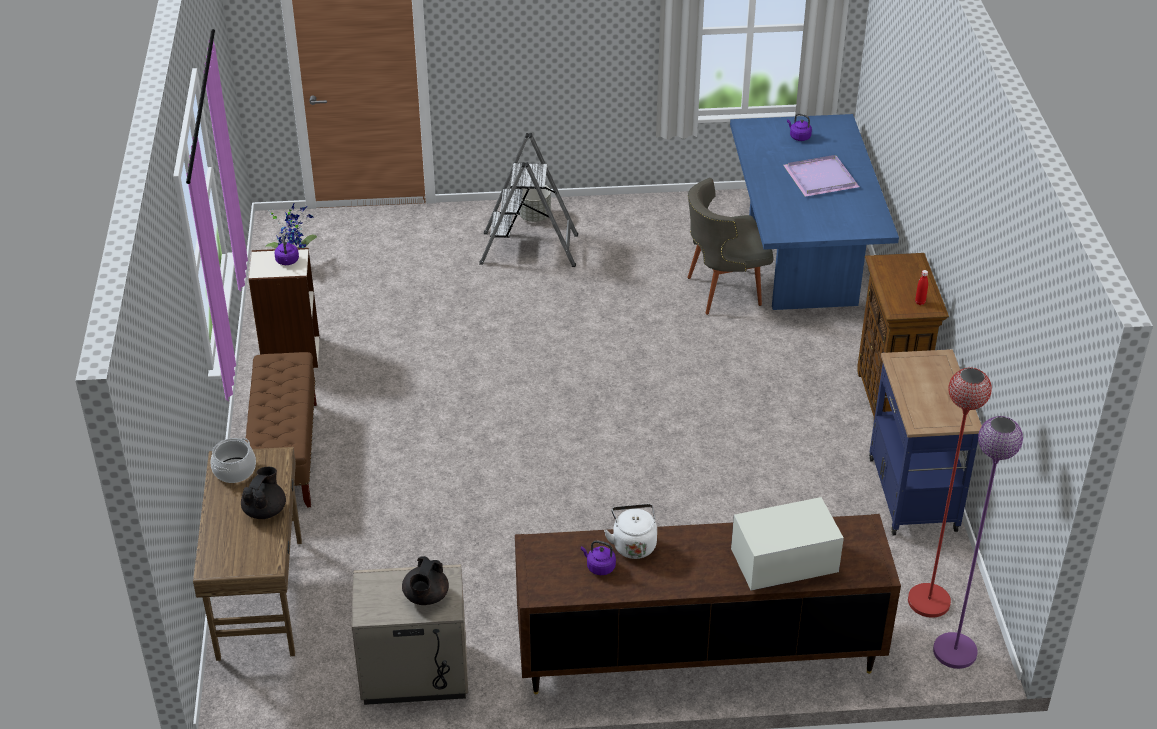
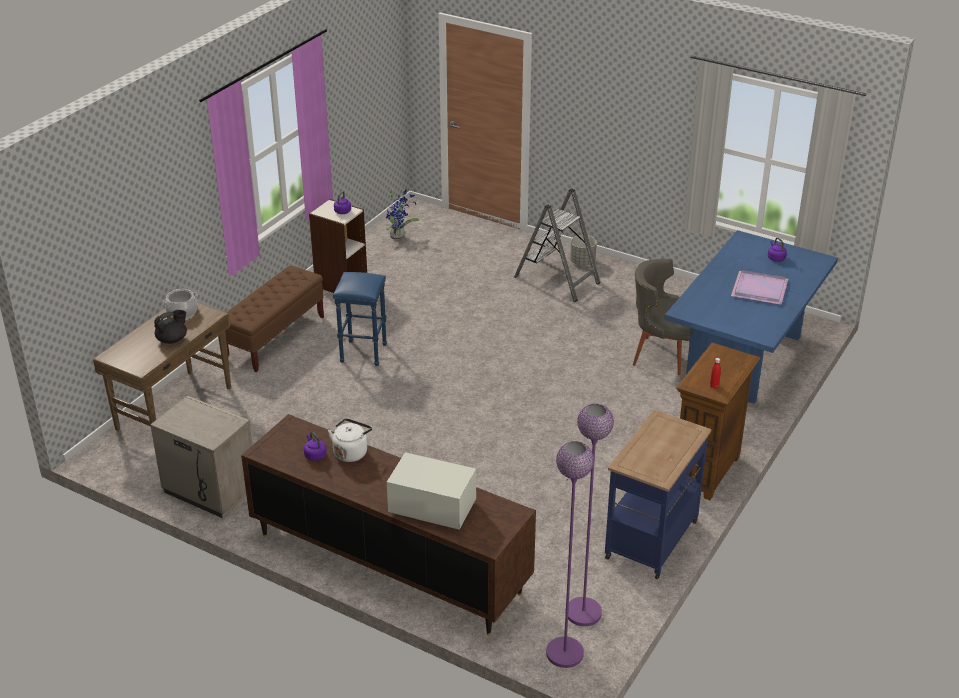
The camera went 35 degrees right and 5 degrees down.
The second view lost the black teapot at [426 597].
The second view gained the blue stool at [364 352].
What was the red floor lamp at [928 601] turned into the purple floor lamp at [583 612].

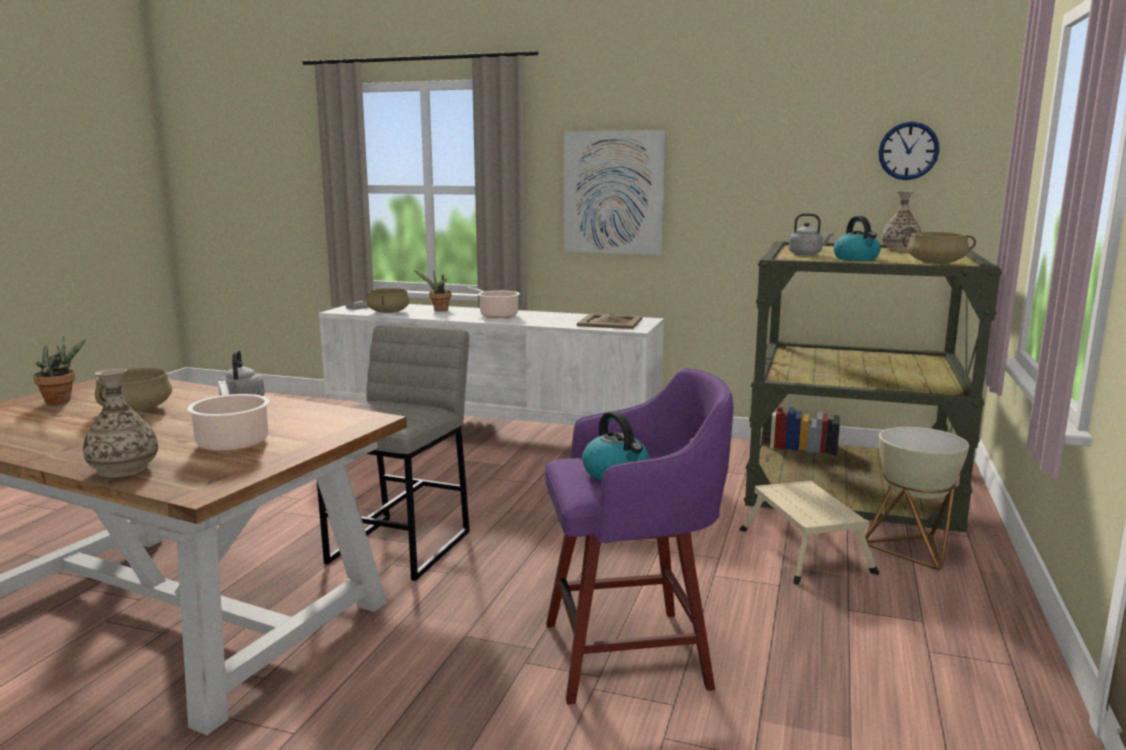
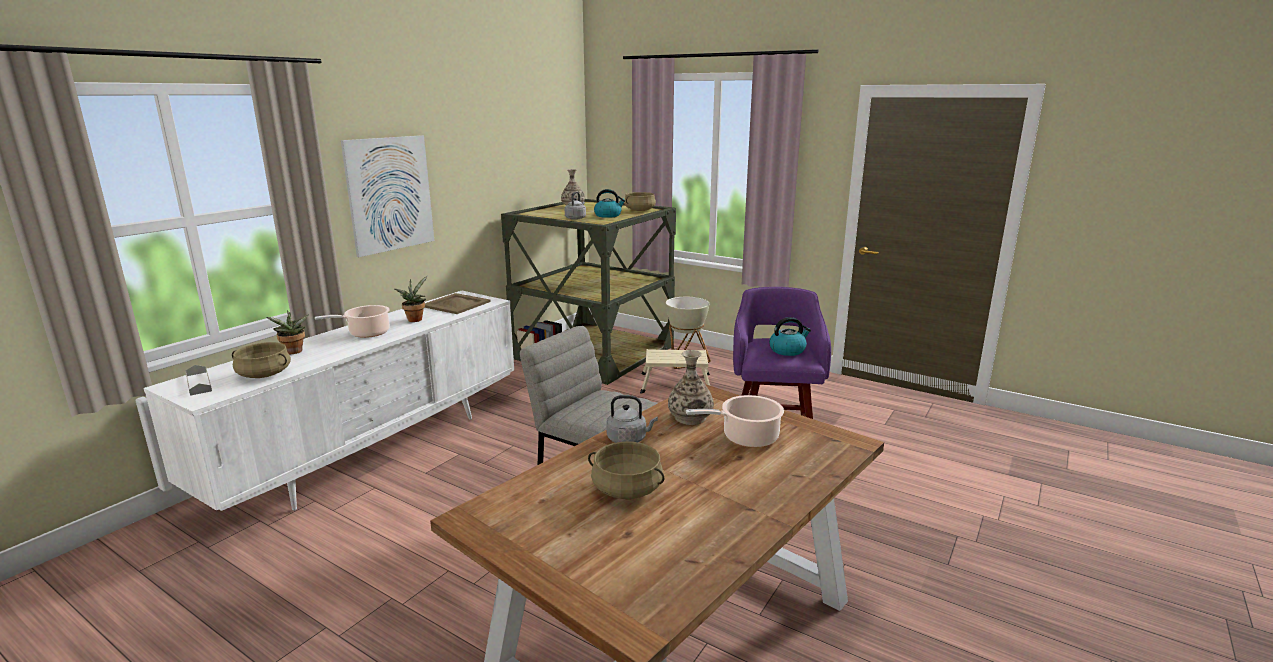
The camera went 75 degrees left and 5 degrees up.
The second view lost the wall clock at [908 151].
The potted plant ended up elsewhere, having gone from [62 401] to [415 319].
The vase ended up elsewhere, having gone from [123 469] to [690 417].

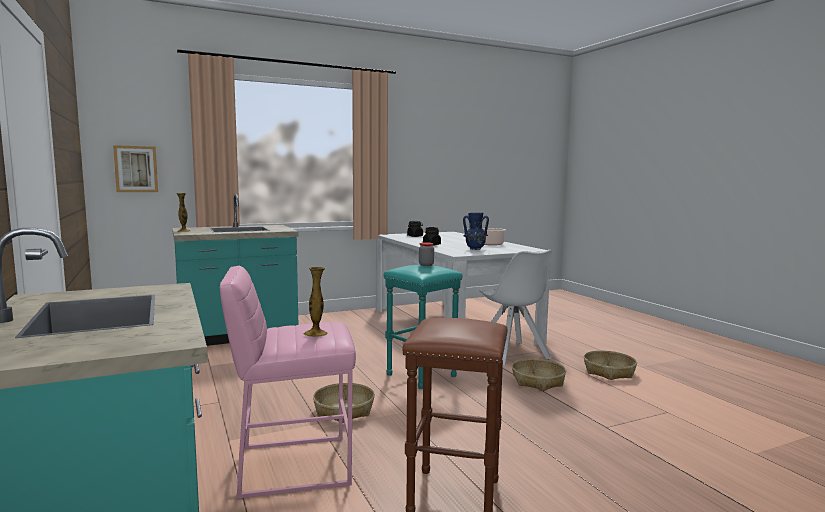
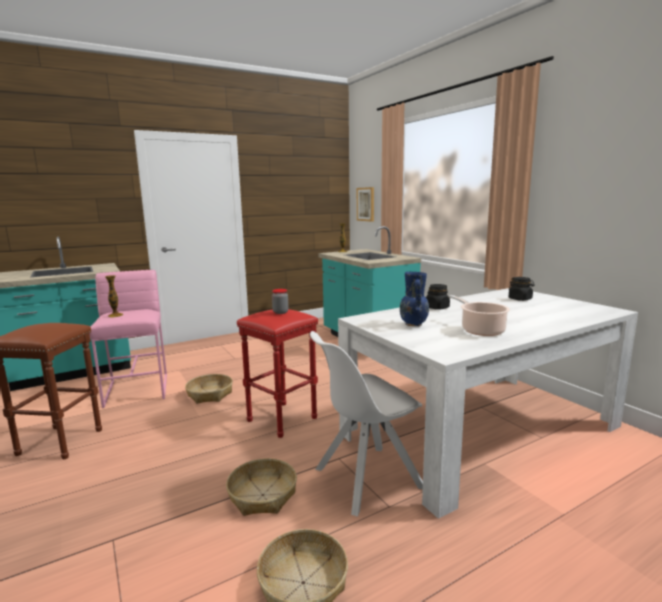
The camera went 85 degrees right and 5 degrees up.
What was the turquoise stool at [421 374] turned into the red stool at [283 419].

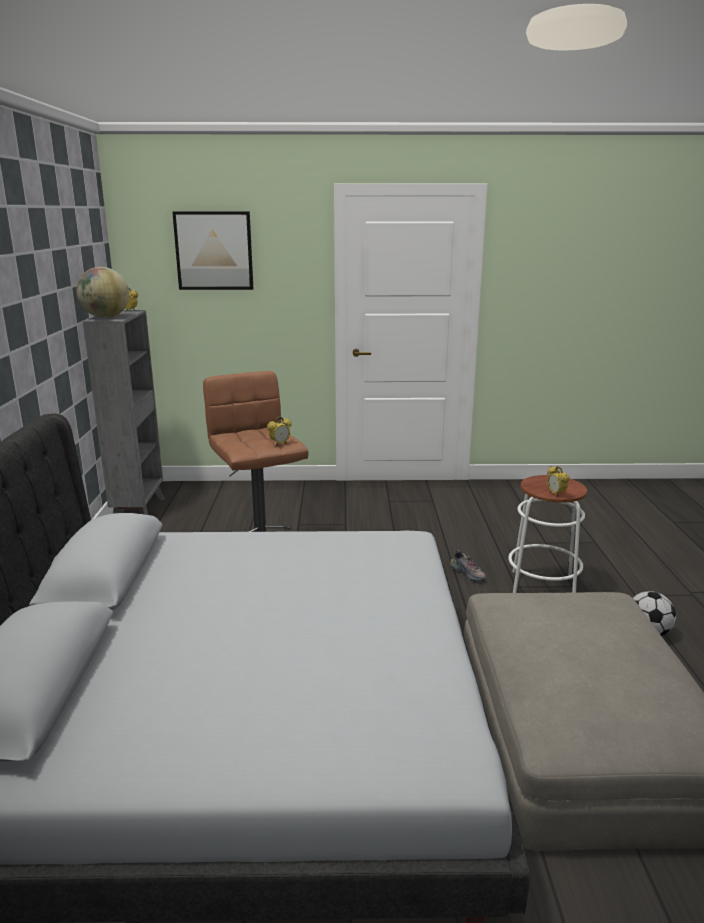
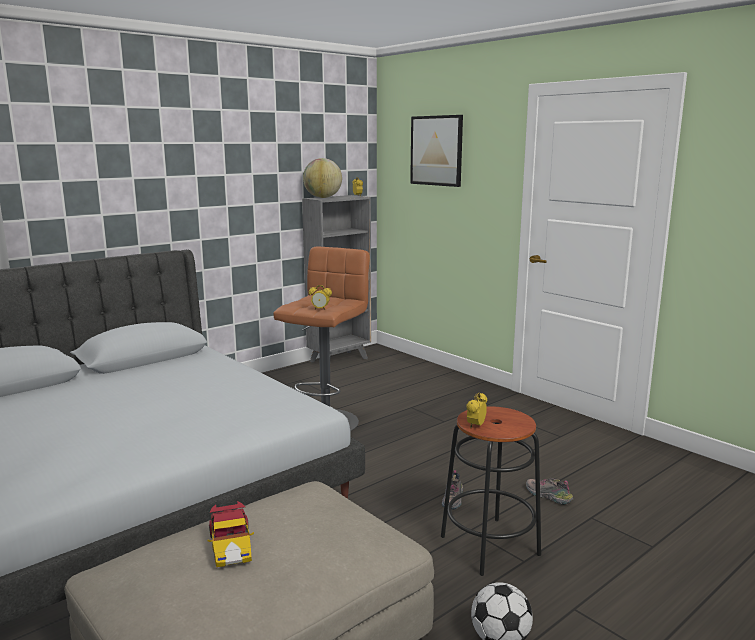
The camera went 50 degrees right and 5 degrees down.
The second view gained the toy car at [231 546].
The second view gained the shoe at [547 496].
What was the white stool at [542 588] turned into the black stool at [489 545].

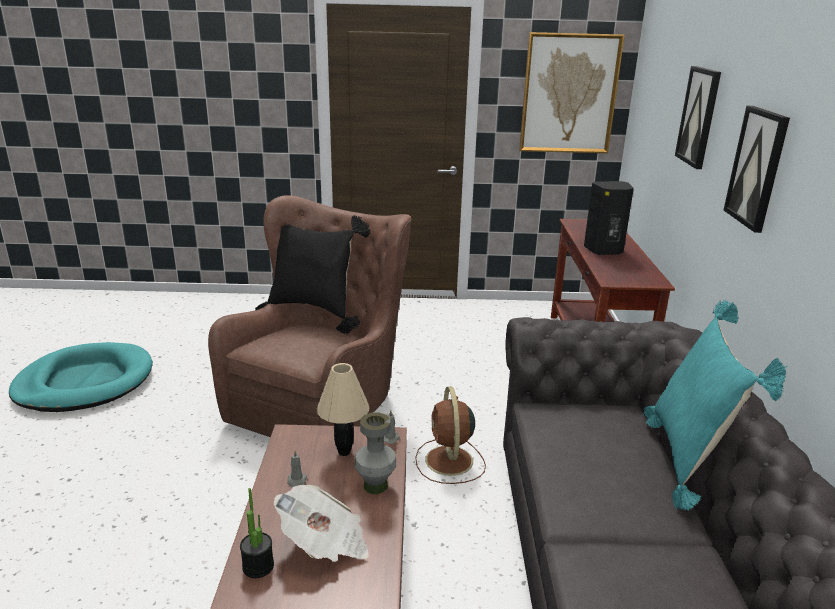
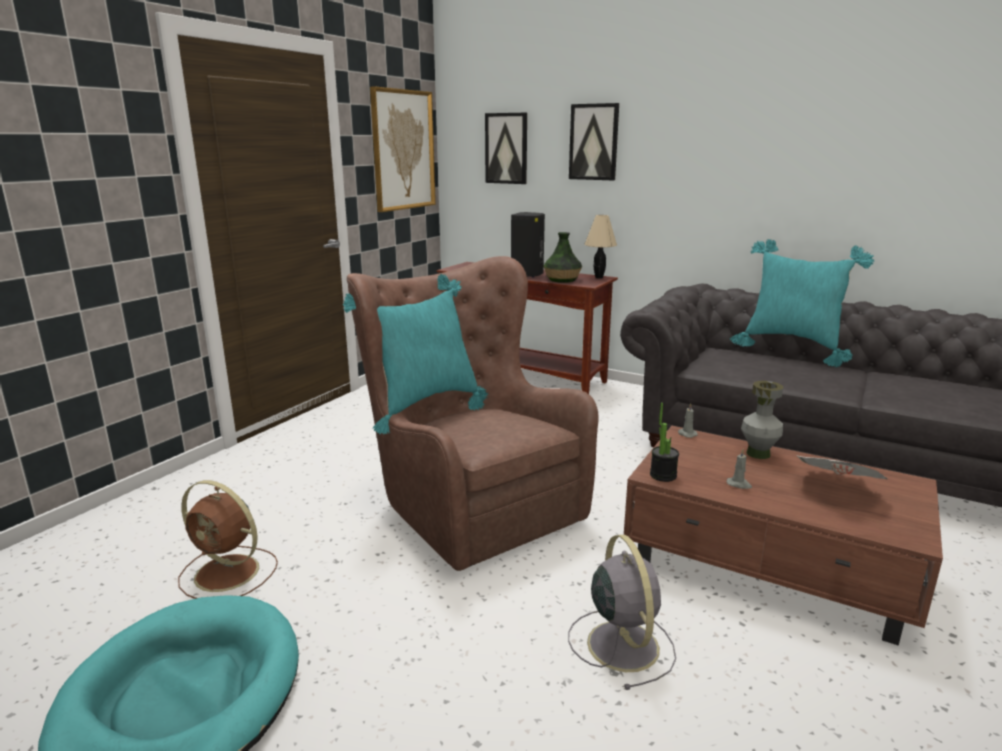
The camera went 60 degrees left and 5 degrees down.
The second view gained the vase at [561 280].
The second view gained the grey fan at [621 643].
The potted plant ended up elsewhere, having gone from [258 566] to [663 475].
The beige table lamp ended up elsewhere, having gone from [344 452] to [599 277].
The brown fan ended up elsewhere, having gone from [449 462] to [229 573].
The picture ended up elsewhere, having gone from [757 168] to [506 148].
What was the black pillow at [314 319] turned into the turquoise pillow at [422 416].

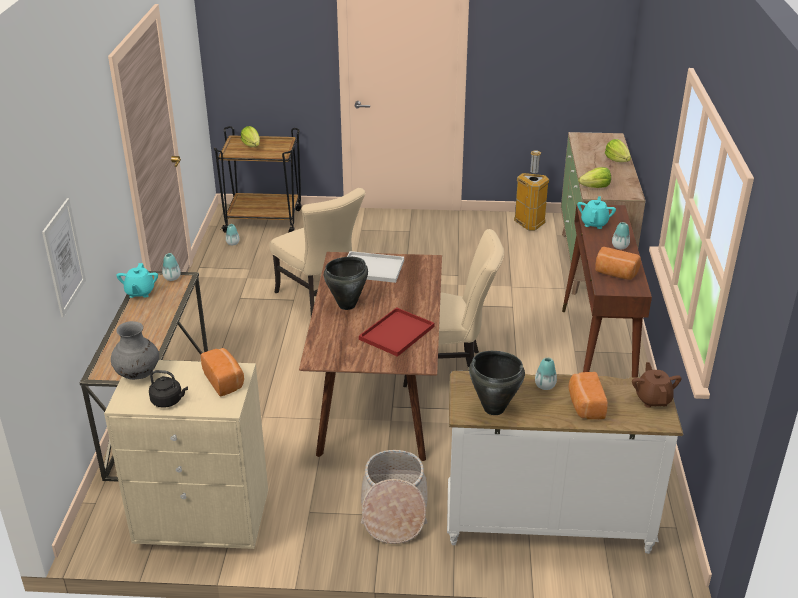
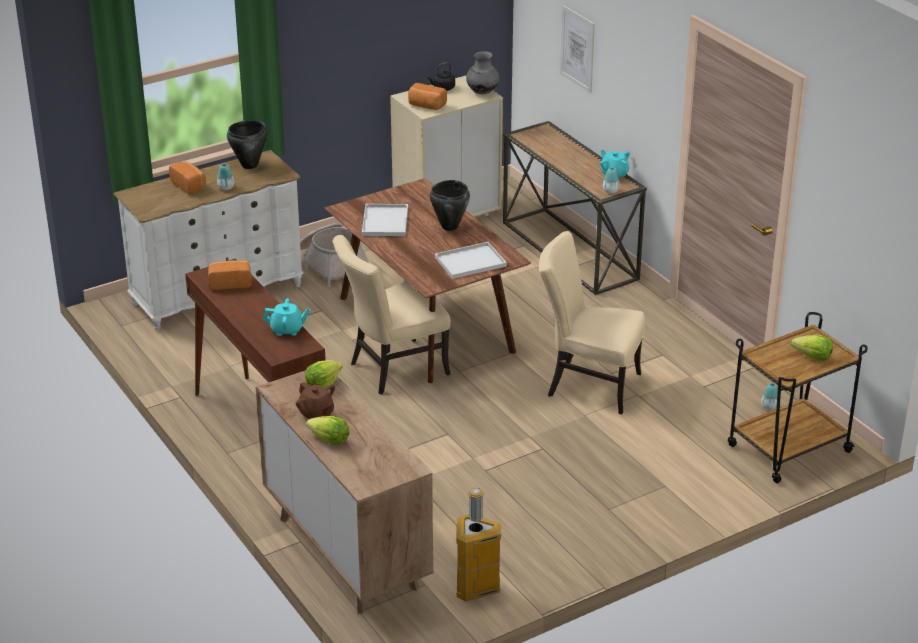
The camera went 145 degrees right and 0 degrees up.
The second view lost the vase at [620 246].
The brown teapot ended up elsewhere, having gone from [653 399] to [316 414].
What was the red tray at [396 334] turned into the white tray at [384 221].
The turquoise teapot at [594 223] ended up facing another way, 75 degrees counterclockwise from before.

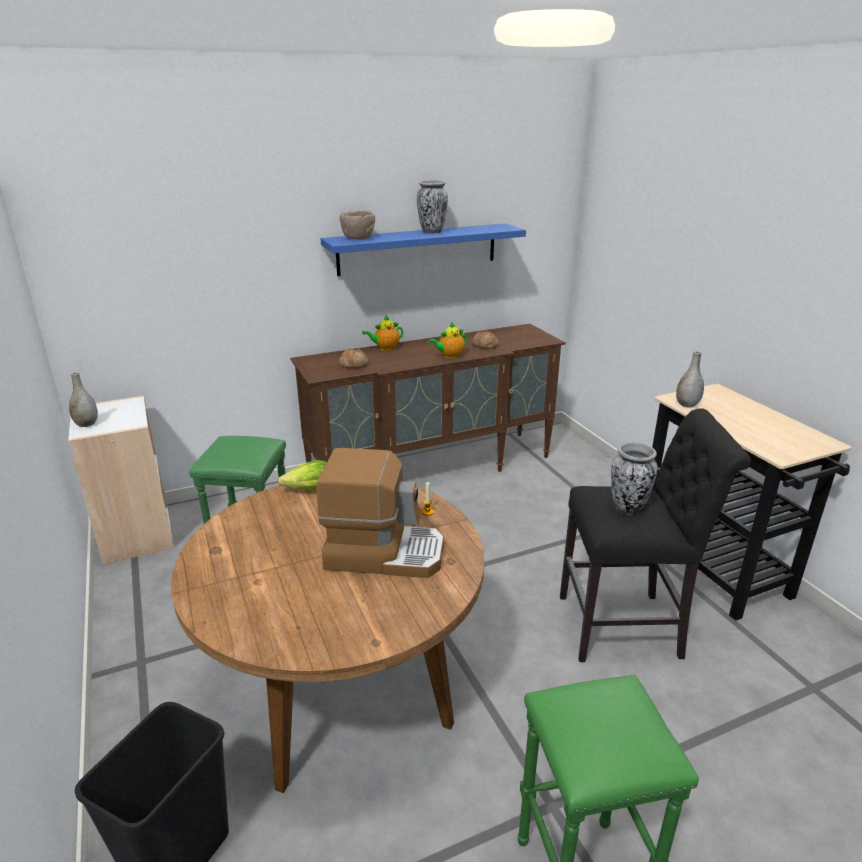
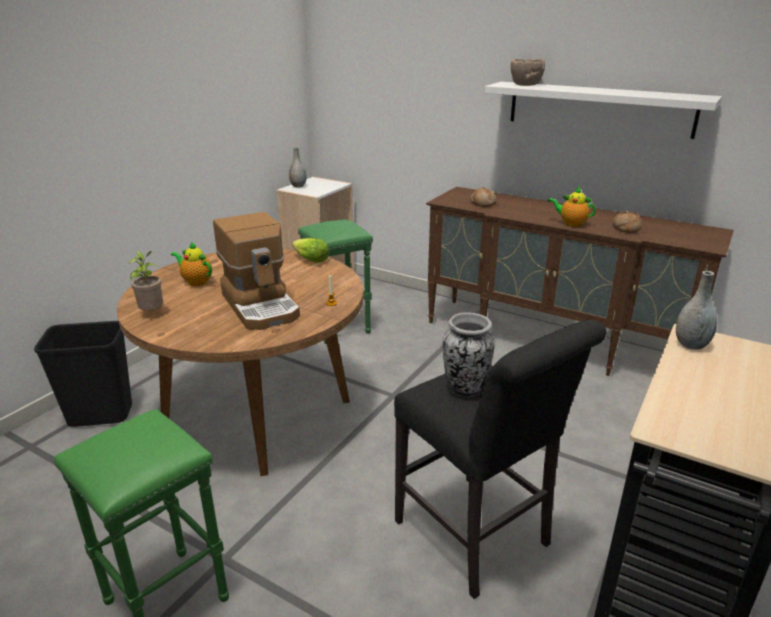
The camera went 55 degrees right and 0 degrees up.
The second view lost the vase at [432 232].
The second view gained the potted plant at [152 313].
The teapot ended up elsewhere, having gone from [385 348] to [196 281].
What was the blue shelf at [418 249] turned into the white shelf at [599 109].

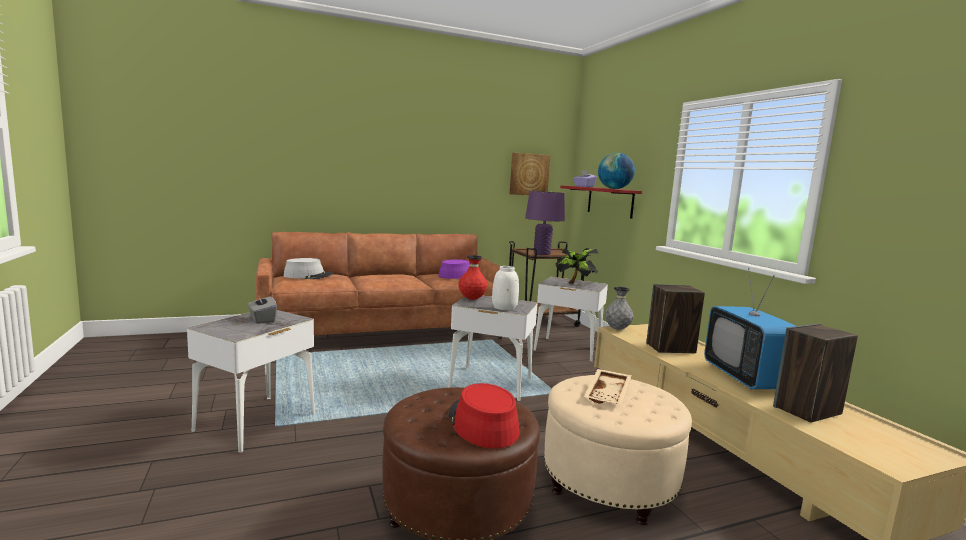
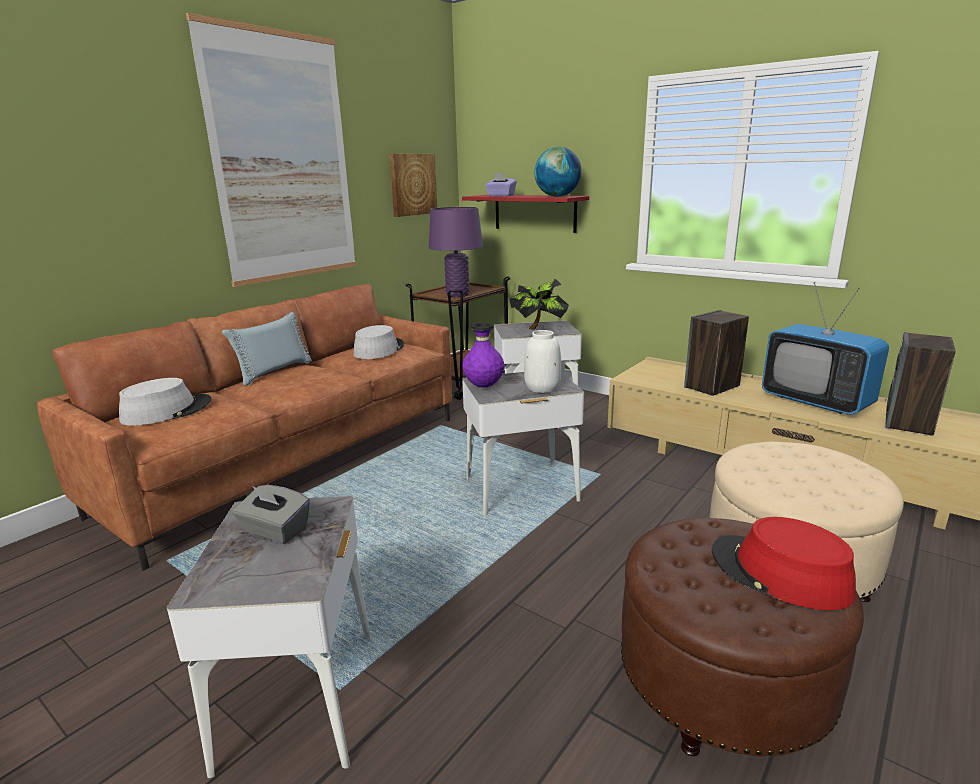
The camera went 30 degrees left and 10 degrees up.
The second view lost the beige tray at [609 394].
The second view lost the grey vase at [617 329].
The second view gained the picture at [283 159].
The second view gained the blue pillow at [274 372].
What was the purple hat at [458 275] turned into the grey hat at [379 350].
What was the red vase at [472 299] turned into the purple vase at [484 386].

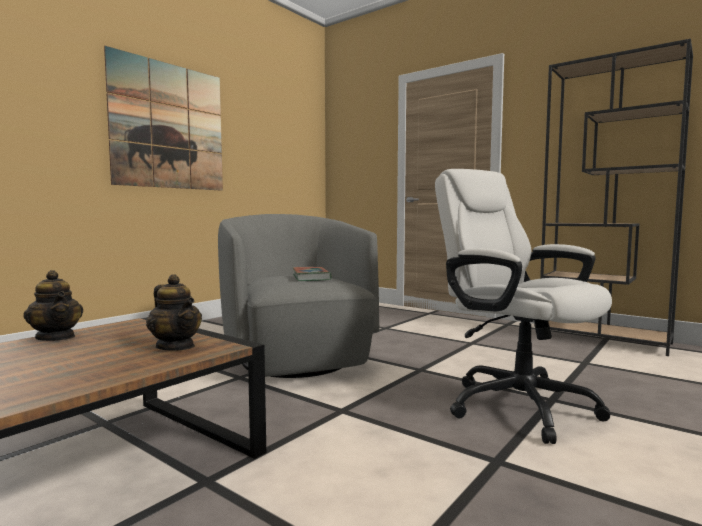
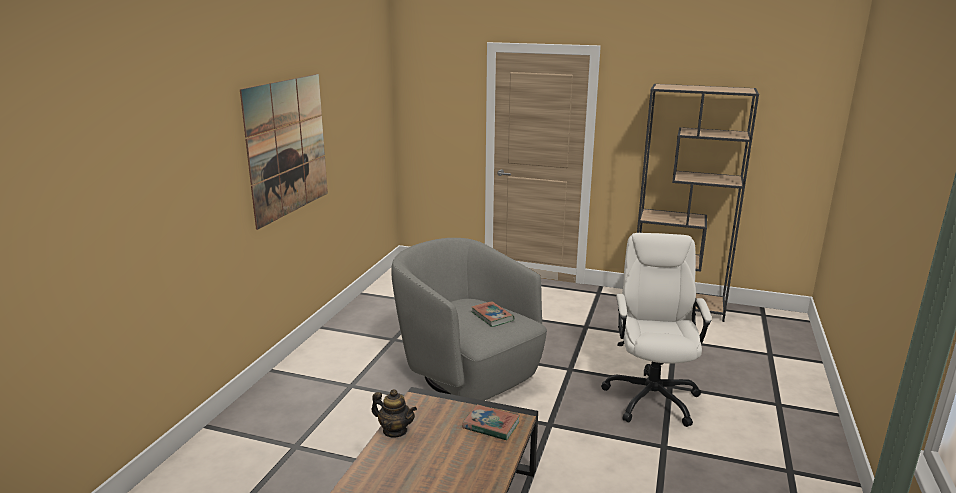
The camera went 20 degrees left and 15 degrees up.
Where the teapot stood at [176 347], the book came to stand at [491 425].
The white office chair at [514 405] ended up facing another way, 60 degrees clockwise from before.

